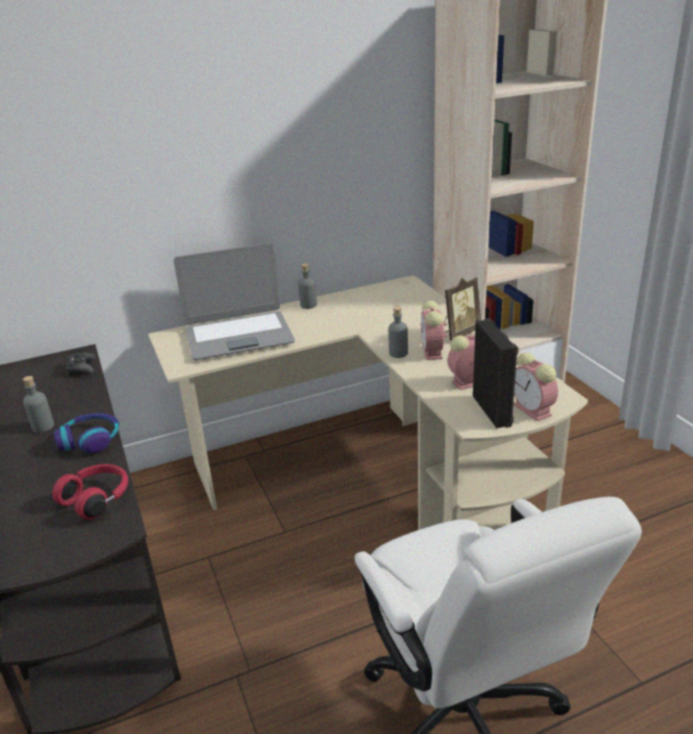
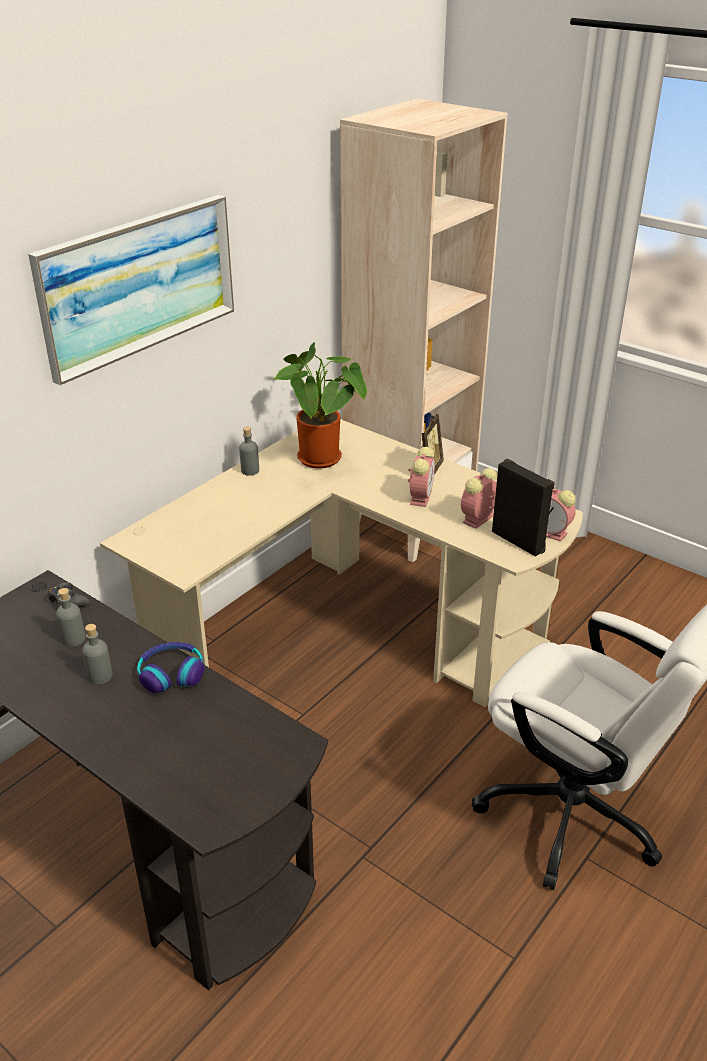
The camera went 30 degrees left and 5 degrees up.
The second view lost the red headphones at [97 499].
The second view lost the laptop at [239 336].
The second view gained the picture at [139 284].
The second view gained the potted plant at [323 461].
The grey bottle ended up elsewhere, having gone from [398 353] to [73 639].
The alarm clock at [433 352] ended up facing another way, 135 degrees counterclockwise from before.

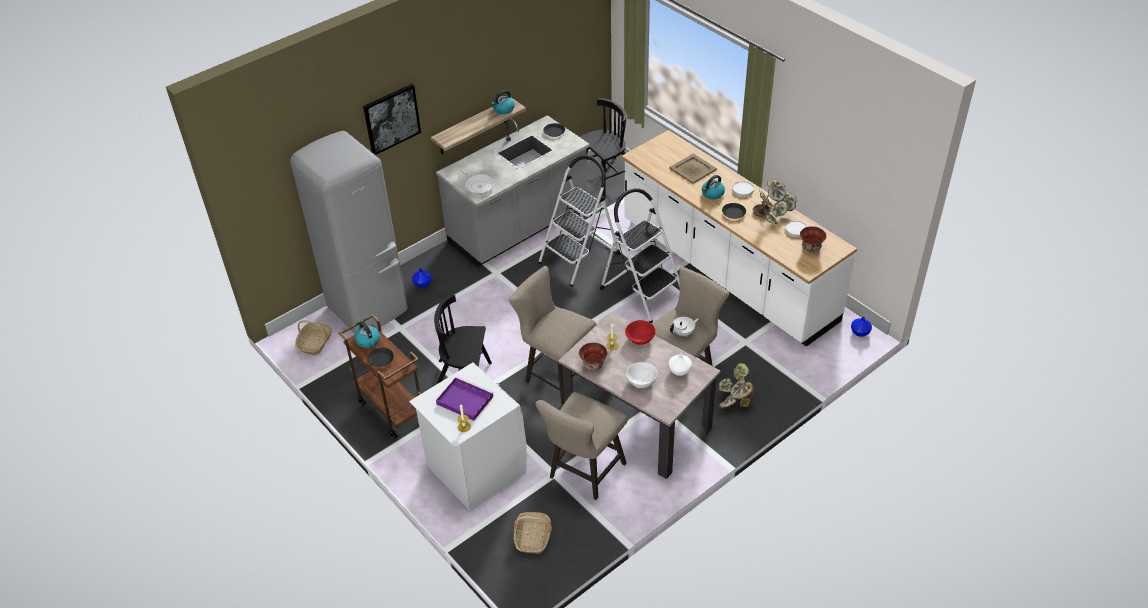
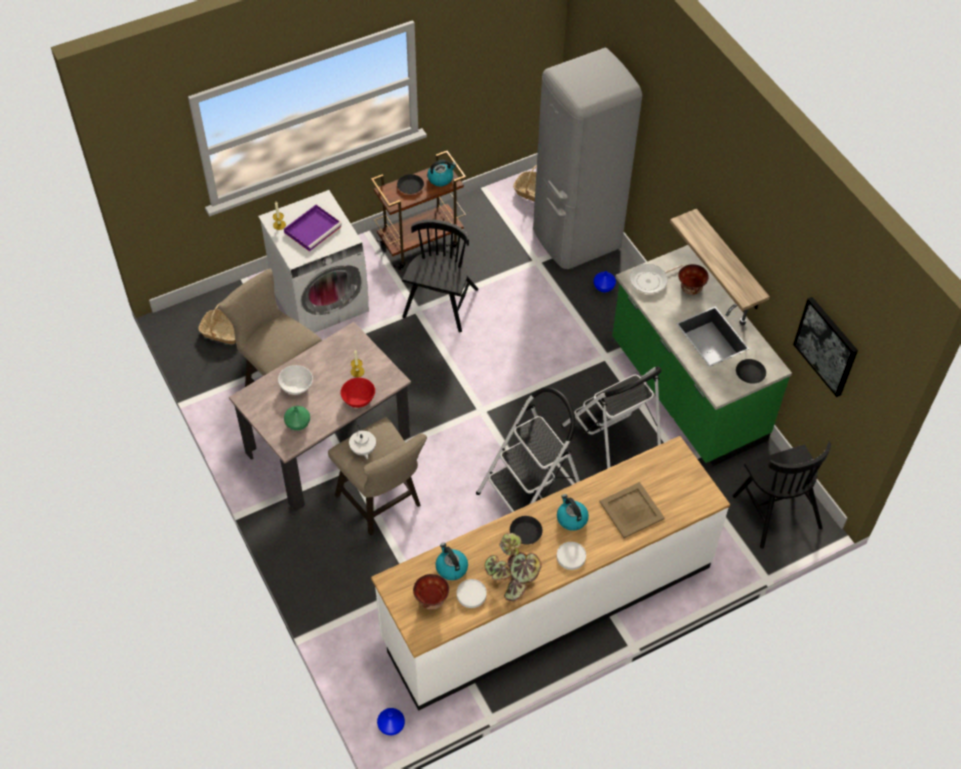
The camera went 100 degrees right and 10 degrees up.
The second view lost the beige stool at [556 374].
The second view lost the potted plant at [734 400].
The picture ended up elsewhere, having gone from [391 118] to [826 346].
The kettle ended up elsewhere, having gone from [503 109] to [451 567].
The bowl ended up elsewhere, having gone from [593 365] to [691 289].
What was the grey counter at [519 227] turned into the green counter at [686 392].
What was the white vase at [679 371] turned into the green vase at [297 423].

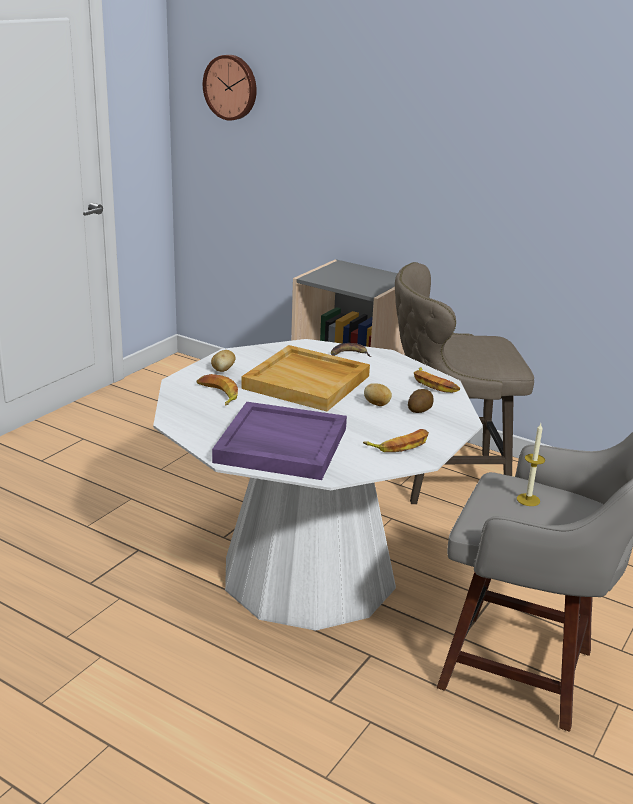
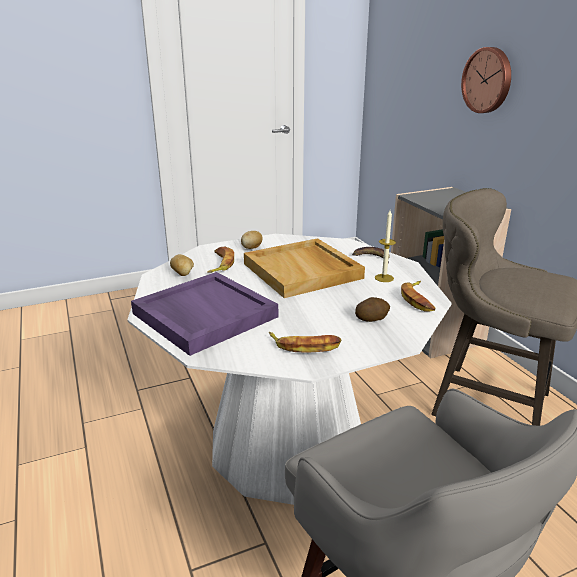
The camera went 35 degrees right and 0 degrees up.
The wall clock ended up elsewhere, having gone from [231 87] to [488 80].
The potato ended up elsewhere, having gone from [377 404] to [183 274].
The candle ended up elsewhere, having gone from [528 500] to [384 278].

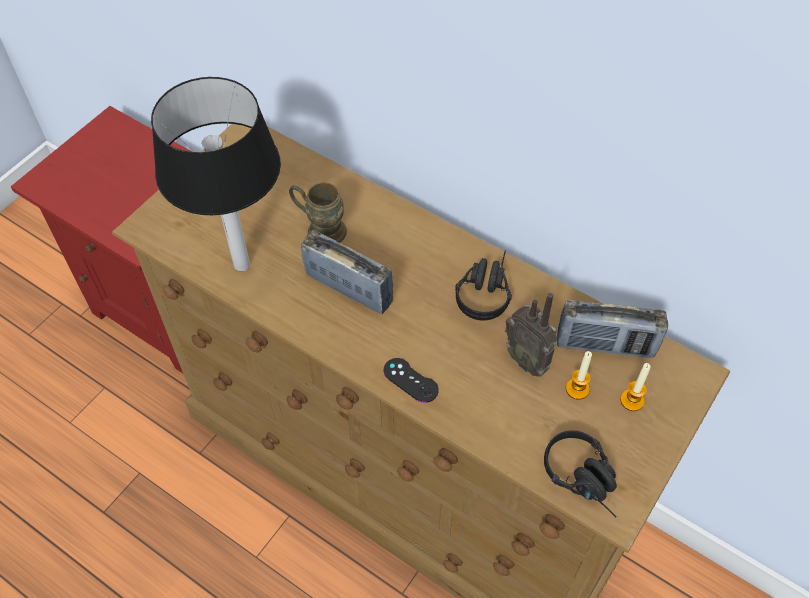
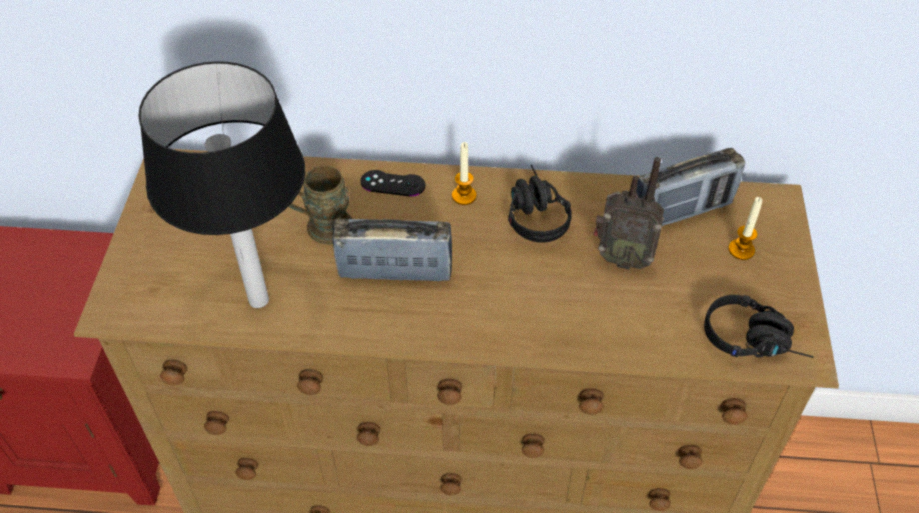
The camera went 30 degrees left and 5 degrees down.
The black game controller ended up elsewhere, having gone from [410 380] to [392 183].
The candle ended up elsewhere, having gone from [577 389] to [464 196].

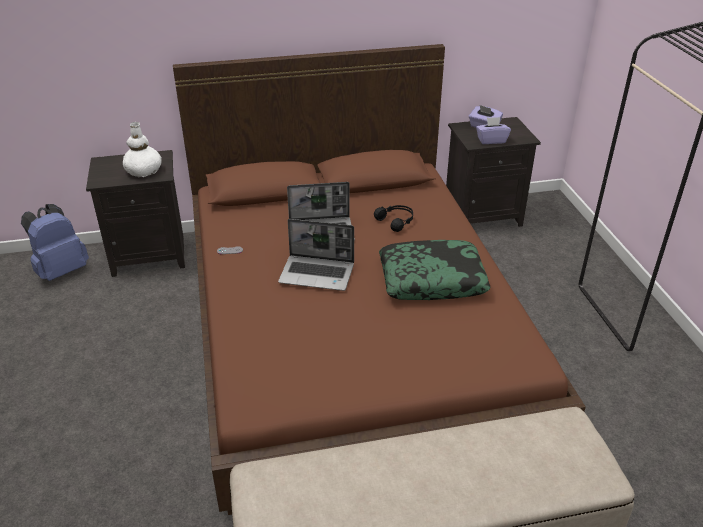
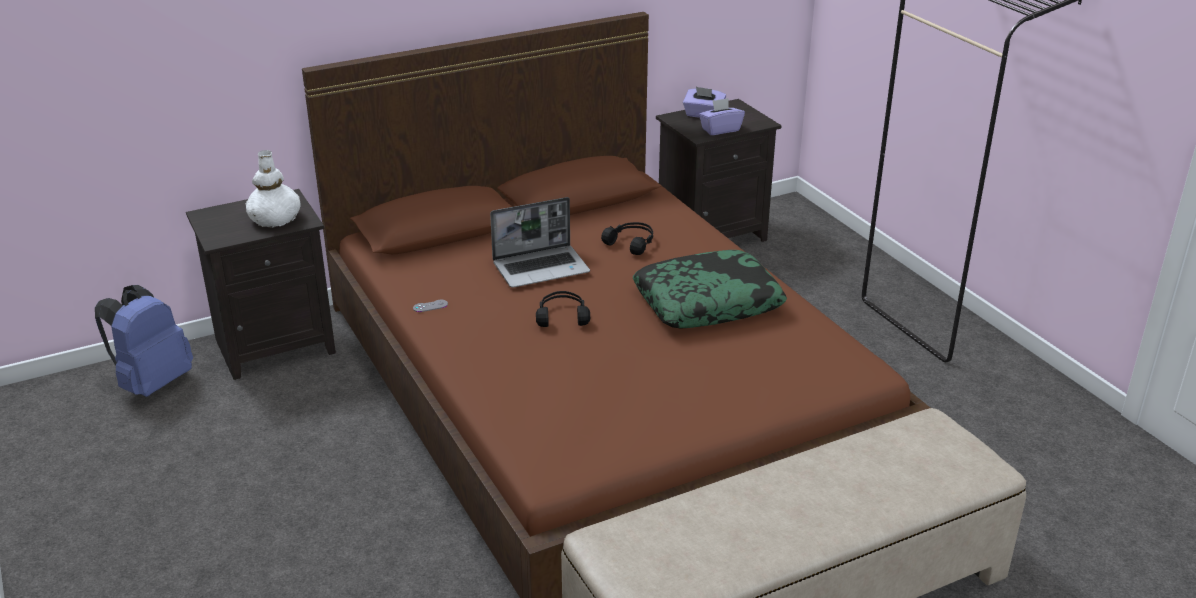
The camera went 15 degrees left and 5 degrees down.
Where the laptop stood at [318 274], the black headphones came to stand at [562 316].

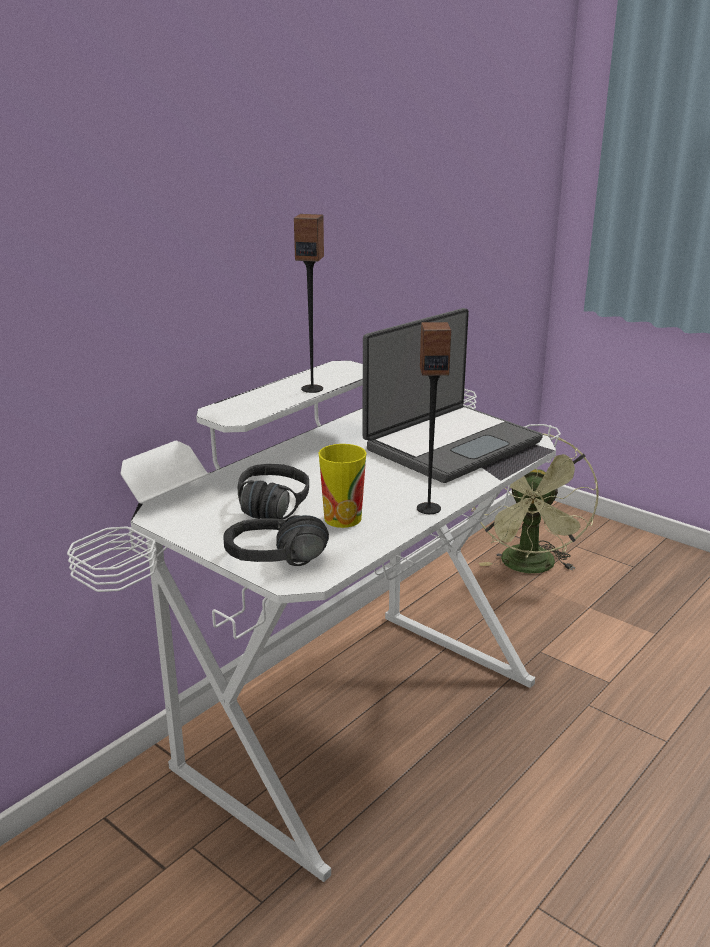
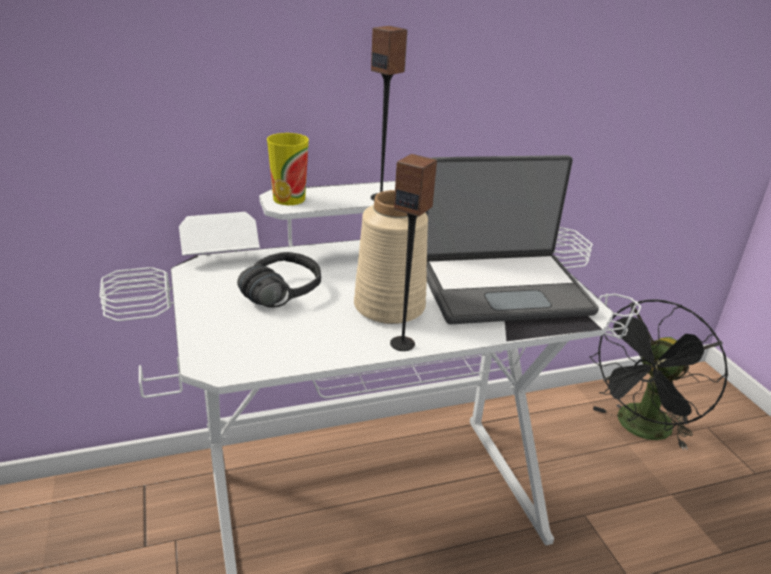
The camera went 30 degrees right and 5 degrees up.
The second view lost the black headphones at [277 566].
The second view gained the beige vase at [389 306].
The cup ended up elsewhere, having gone from [342 518] to [289 199].
What was the green fan at [529 568] turned into the black fan at [640 430].

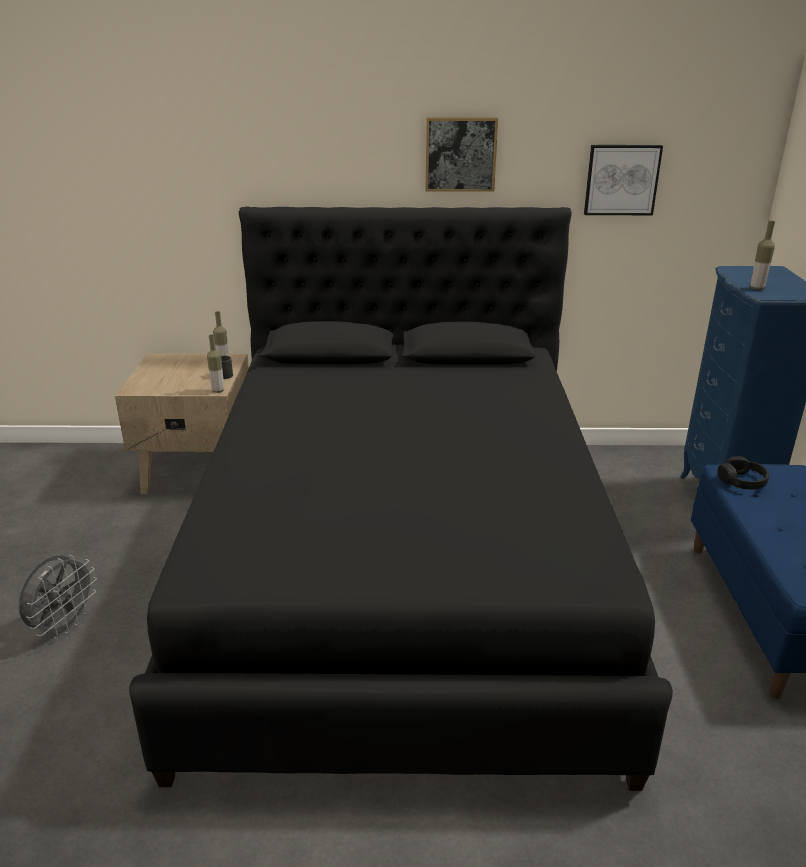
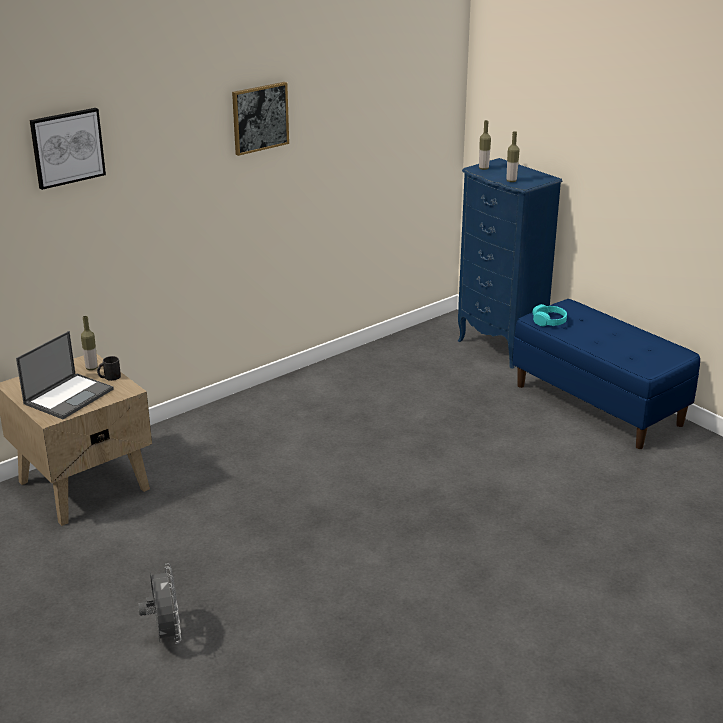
The camera went 40 degrees left and 0 degrees up.
The second view lost the black bed at [403 570].
The second view gained the laptop at [69 396].
The bottle ended up elsewhere, having gone from [218 391] to [483 168].
The picture ended up elsewhere, having gone from [621 180] to [67 147].
What was the black headphones at [742 481] turned into the turquoise headphones at [549 321].

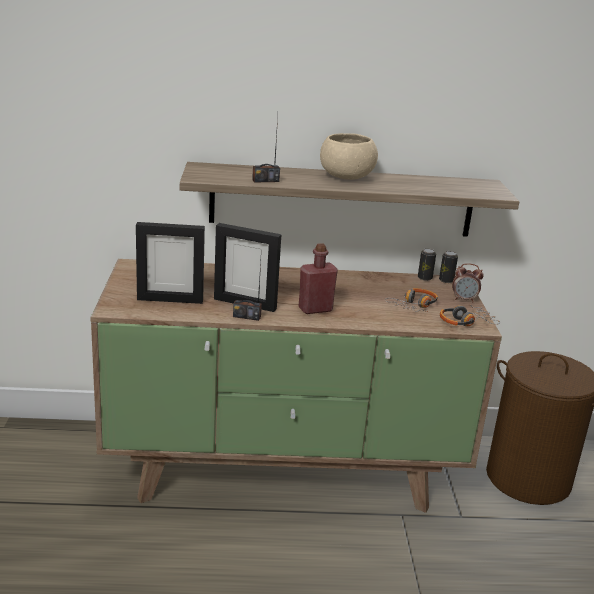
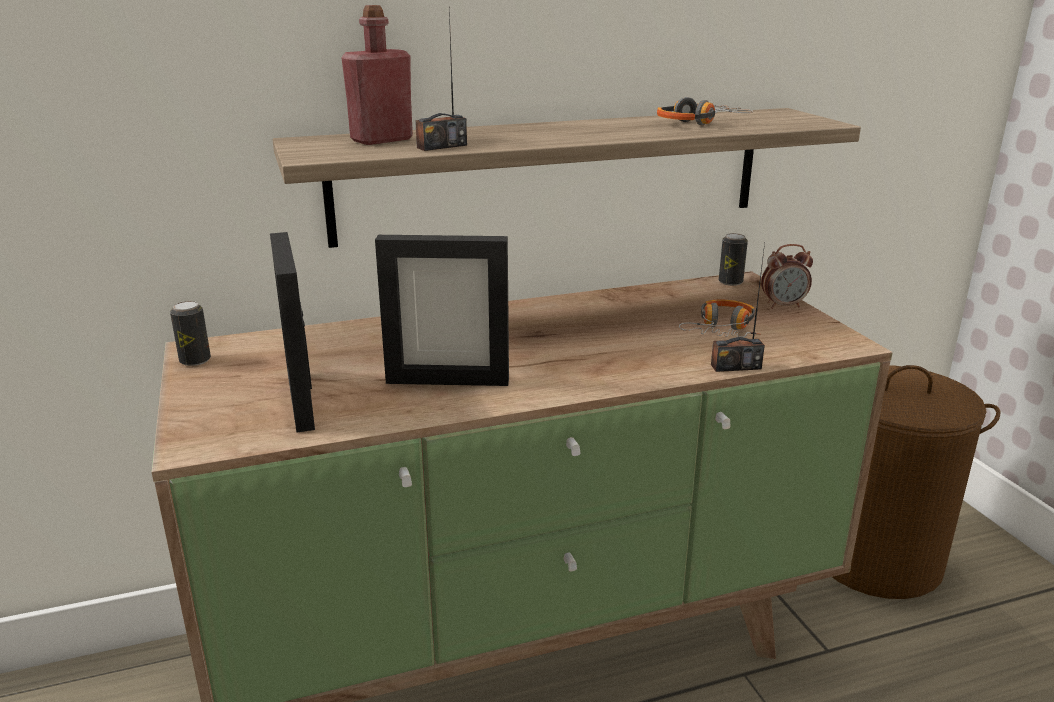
The camera went 15 degrees left and 0 degrees up.
The second view lost the beige bowl at [346 177].
The radio ended up elsewhere, having gone from [247 316] to [735 366].
The red bottle ended up elsewhere, having gone from [315 309] to [381 140].
The can ended up elsewhere, having gone from [424 278] to [195 360].
The headphones ended up elsewhere, having gone from [466 322] to [698 122].
The picture frame at [170 299] ended up facing another way, 90 degrees clockwise from before.

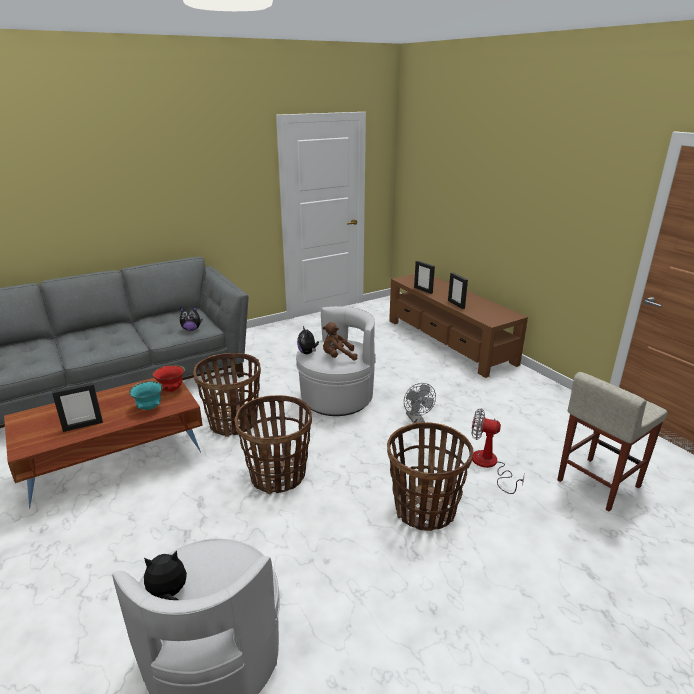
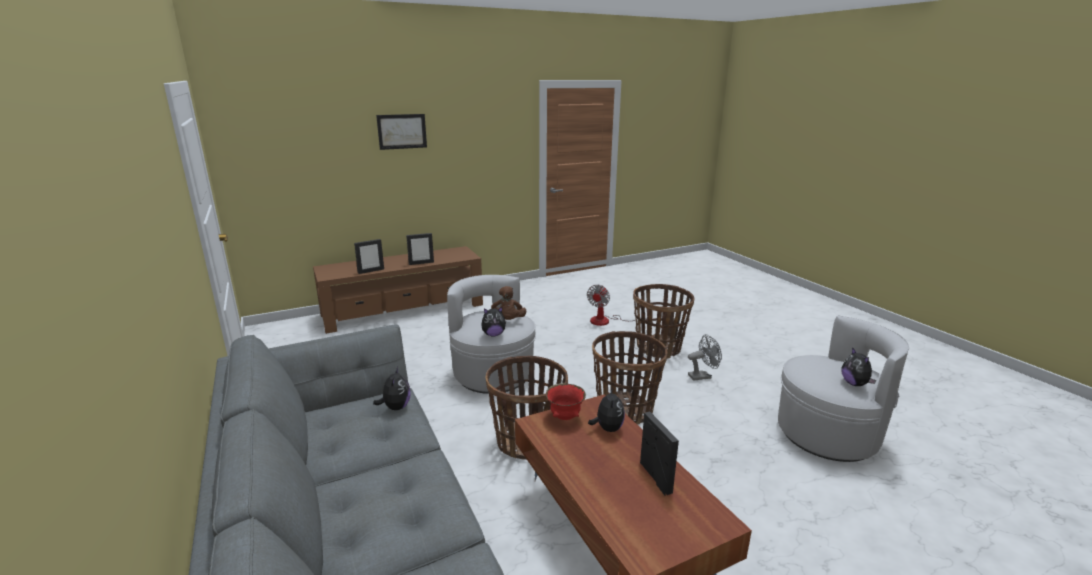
The camera went 85 degrees left and 5 degrees down.
The second view lost the beige stool at [597 483].
The second view gained the picture at [402 131].
The grey fan ended up elsewhere, having gone from [416 420] to [702 376].
Where the turquoise bowl stood at [149 407], the plush toy came to stand at [607 428].

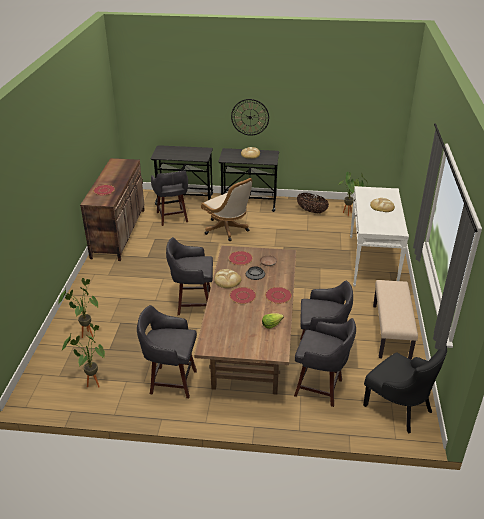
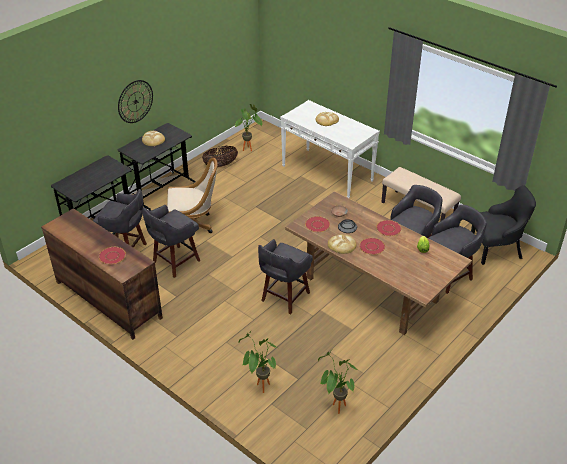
The camera went 55 degrees left and 5 degrees up.
The grey stool ended up elsewhere, having gone from [171 382] to [174 262].

